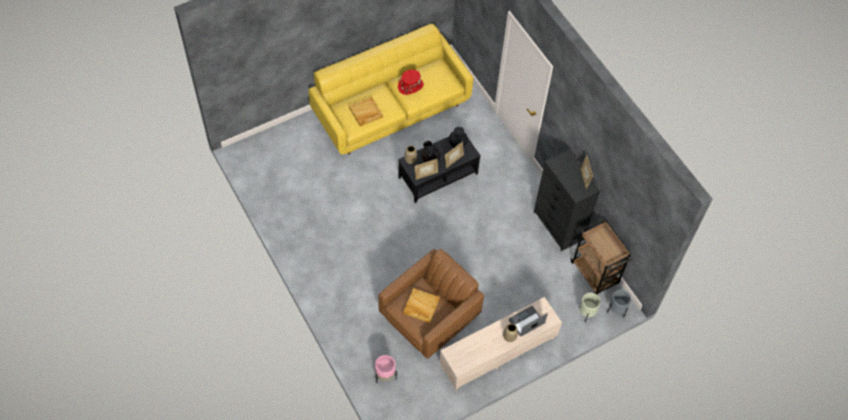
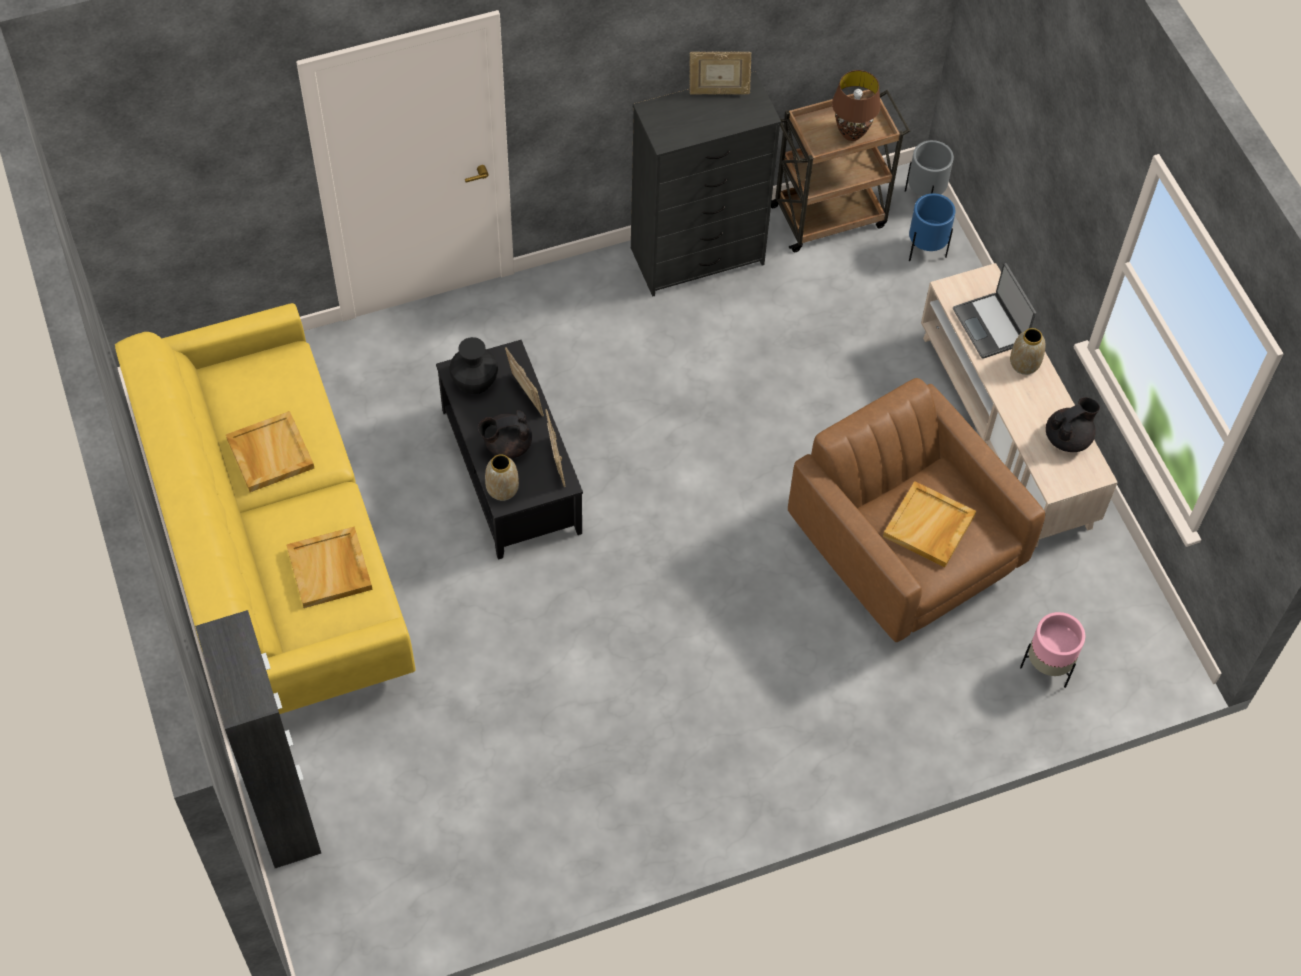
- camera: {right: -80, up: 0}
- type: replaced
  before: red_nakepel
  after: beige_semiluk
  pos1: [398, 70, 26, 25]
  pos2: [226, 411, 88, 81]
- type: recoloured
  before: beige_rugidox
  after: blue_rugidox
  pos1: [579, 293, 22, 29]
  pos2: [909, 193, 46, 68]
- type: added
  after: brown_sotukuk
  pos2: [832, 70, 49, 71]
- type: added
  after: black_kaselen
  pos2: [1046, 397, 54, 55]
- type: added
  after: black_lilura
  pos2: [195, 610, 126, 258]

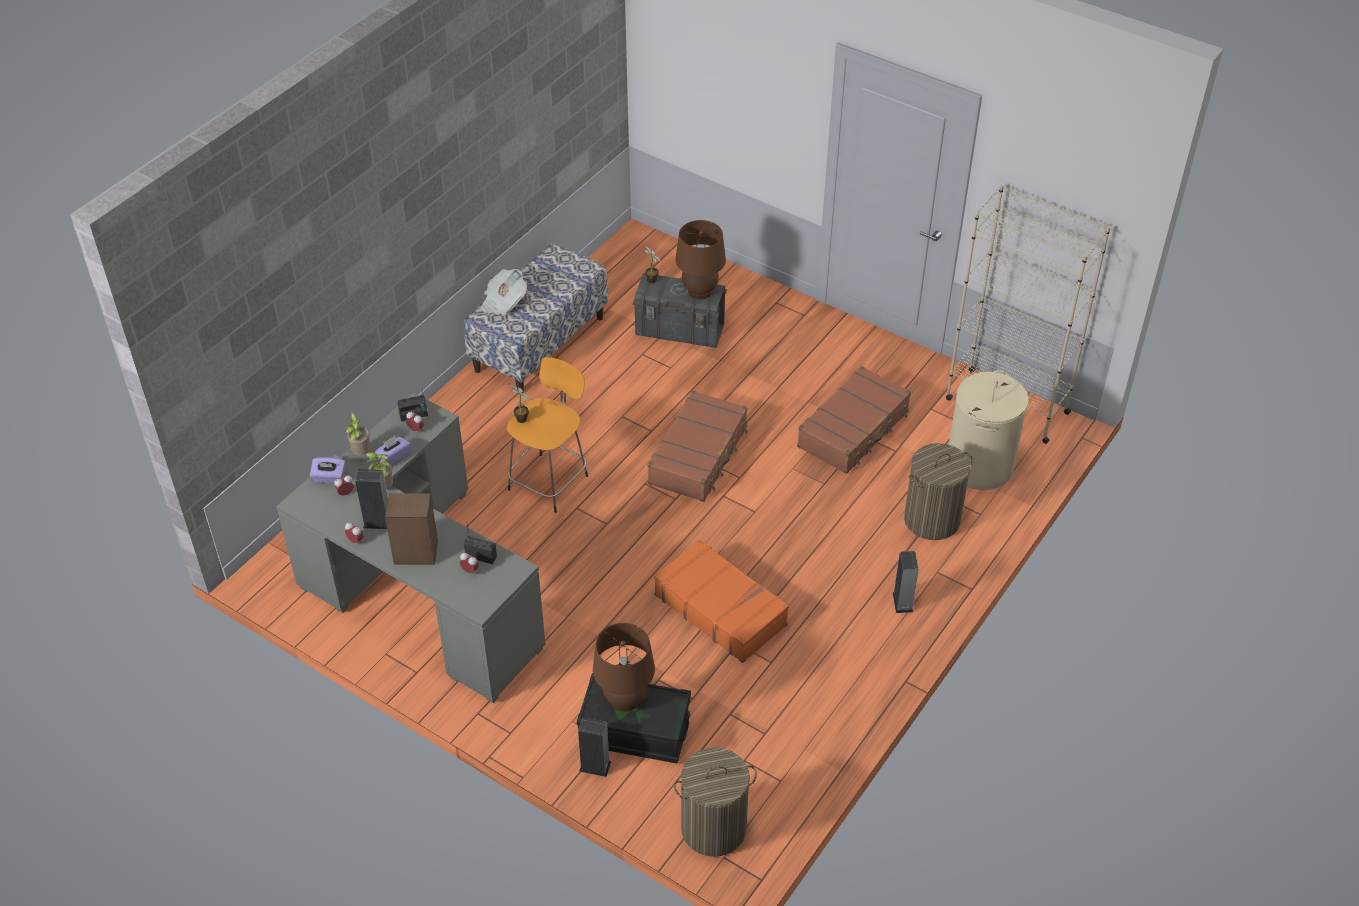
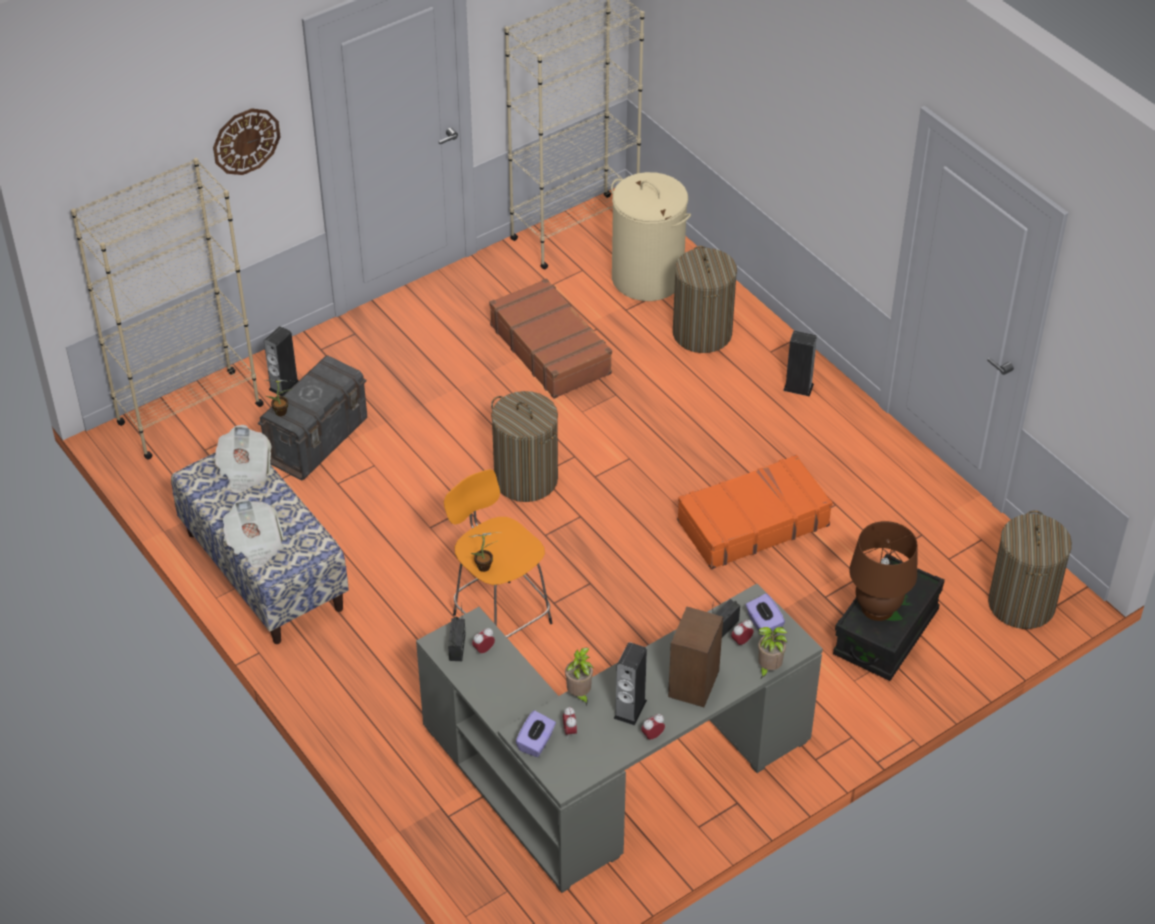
- camera: {right: -70, up: 0}
- type: removed
  before: brown_sotukuk
  pos1: [675, 220, 51, 79]
- type: replaced
  before: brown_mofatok
  after: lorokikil
  pos1: [647, 390, 101, 112]
  pos2: [491, 391, 67, 111]
- type: moved
  before: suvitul
  pos1: [341, 412, 30, 43]
  pos2: [758, 627, 29, 51]
- type: moved
  before: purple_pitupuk
  pos1: [375, 436, 36, 30]
  pos2: [746, 593, 39, 44]
- type: moved
  before: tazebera
  pos1: [578, 717, 33, 60]
  pos2: [264, 326, 35, 70]
- type: added
  after: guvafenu
  pos2: [213, 108, 67, 67]
- type: added
  after: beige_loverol
  pos2: [71, 158, 193, 302]
- type: added
  after: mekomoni
  pos2: [214, 425, 57, 68]

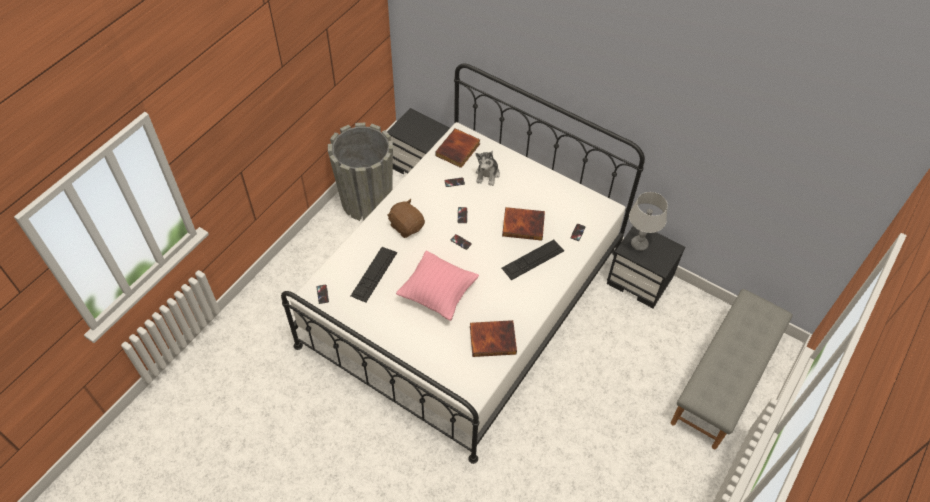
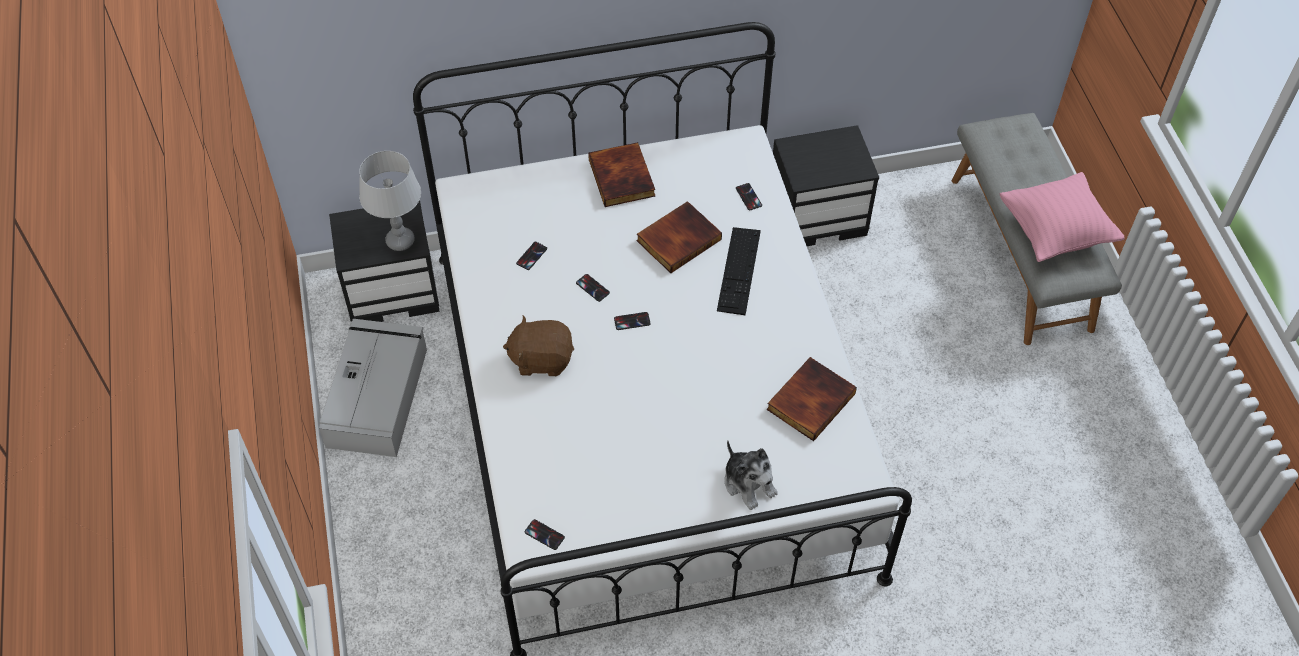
- camera: {right: -45, up: 0}
- type: replaced
  before: grey_rugidox
  after: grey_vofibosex
  pos1: [328, 123, 65, 98]
  pos2: [319, 319, 108, 138]
- type: moved
  before: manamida
  pos1: [435, 128, 45, 40]
  pos2: [588, 142, 67, 65]
- type: moved
  before: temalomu
  pos1: [476, 151, 24, 35]
  pos2: [725, 440, 53, 70]
- type: moved
  before: grey_sotukuk
  pos1: [629, 192, 39, 59]
  pos2: [359, 151, 62, 100]
- type: removed
  before: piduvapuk
  pos1: [351, 247, 46, 56]
- type: moved
  before: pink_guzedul
  pos1: [396, 250, 83, 71]
  pos2: [1000, 172, 124, 90]

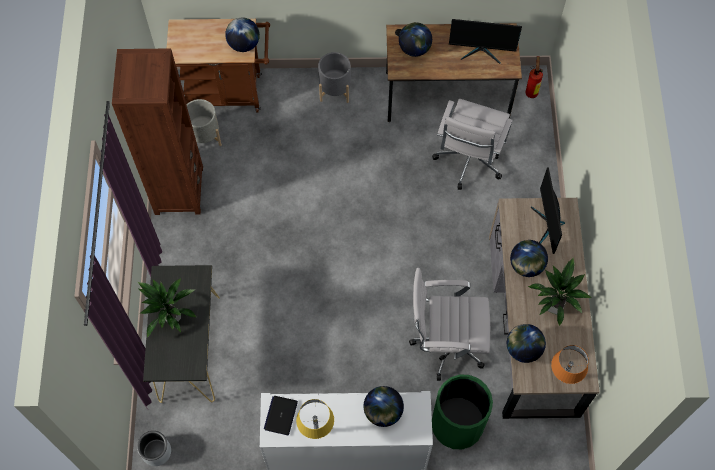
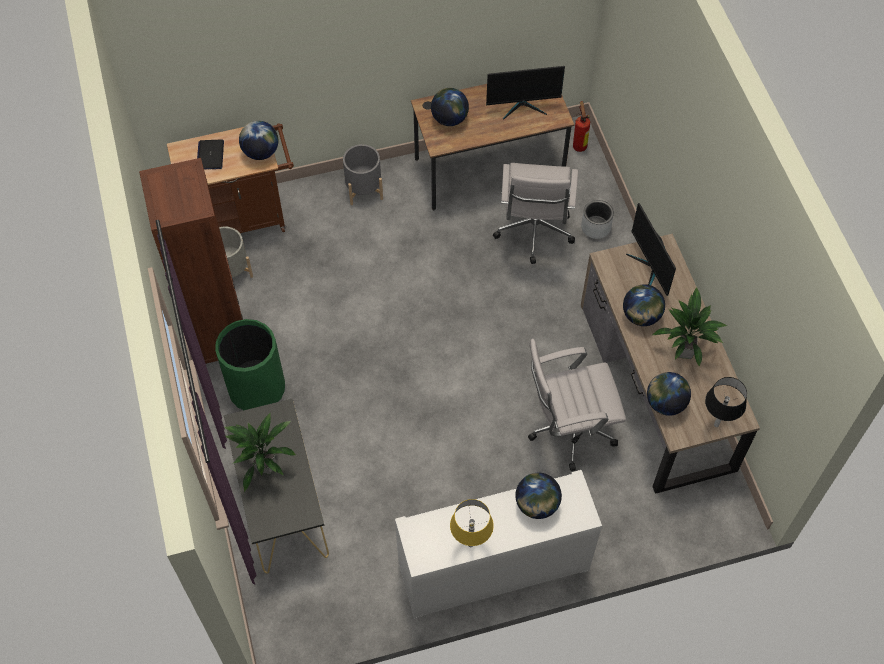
- camera: {right: -15, up: -5}
- type: recoloured
  before: orange_sotukuk
  after: black_sotukuk
  pos1: [551, 345, 38, 39]
  pos2: [705, 377, 42, 50]
- type: moved
  before: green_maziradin
  pos1: [432, 375, 61, 74]
  pos2: [215, 319, 70, 91]
- type: moved
  before: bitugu
  pos1: [264, 396, 34, 39]
  pos2: [197, 139, 27, 30]
- type: moved
  before: grey_rugidox
  pos1: [137, 431, 34, 35]
  pos2: [581, 200, 33, 39]

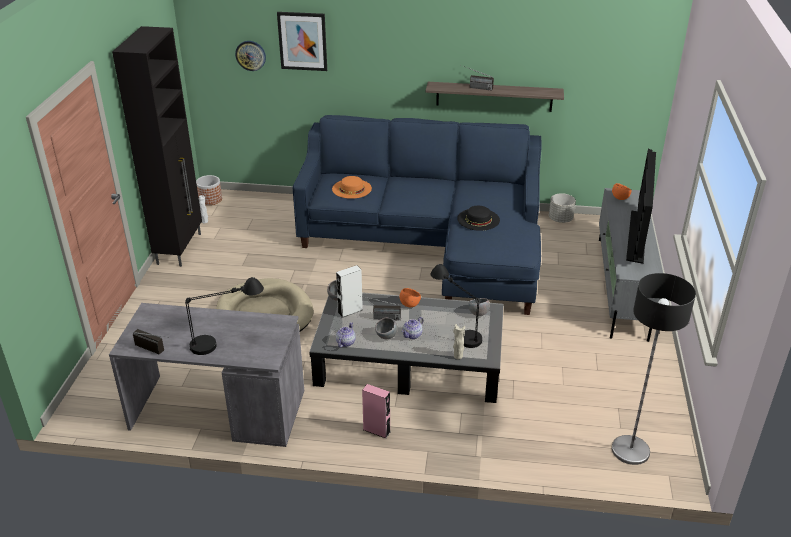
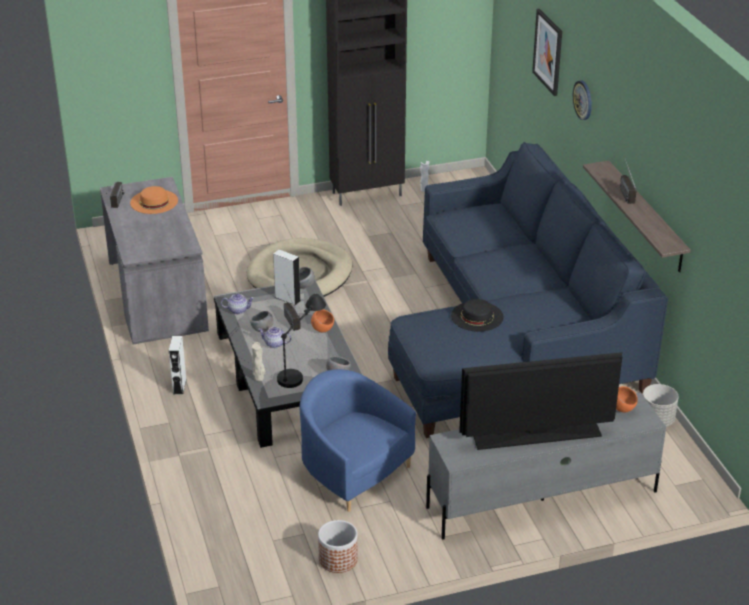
- camera: {right: 65, up: 0}
- type: moved
  before: guvafenu
  pos1: [235, 41, 31, 30]
  pos2: [573, 81, 19, 39]
- type: moved
  before: rugidox
  pos1: [196, 175, 26, 30]
  pos2: [318, 520, 40, 53]
- type: moved
  before: orange_nakepel
  pos1: [332, 176, 40, 23]
  pos2: [130, 186, 48, 28]
- type: removed
  before: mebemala
  pos1: [612, 273, 84, 192]
- type: removed
  before: black_sotukuk
  pos1: [185, 277, 79, 78]
- type: recoloured
  before: pink_tazebera
  after: white_tazebera
  pos1: [362, 384, 28, 54]
  pos2: [169, 336, 17, 59]
- type: added
  after: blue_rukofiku
  pos2: [300, 369, 116, 143]

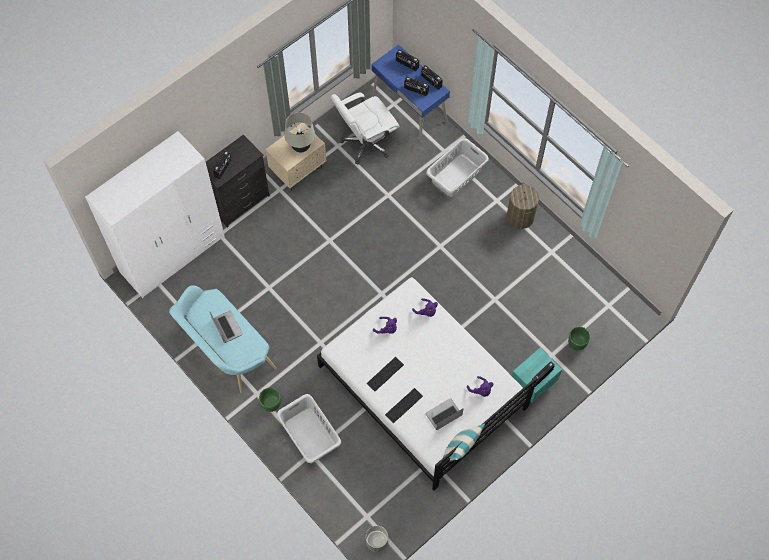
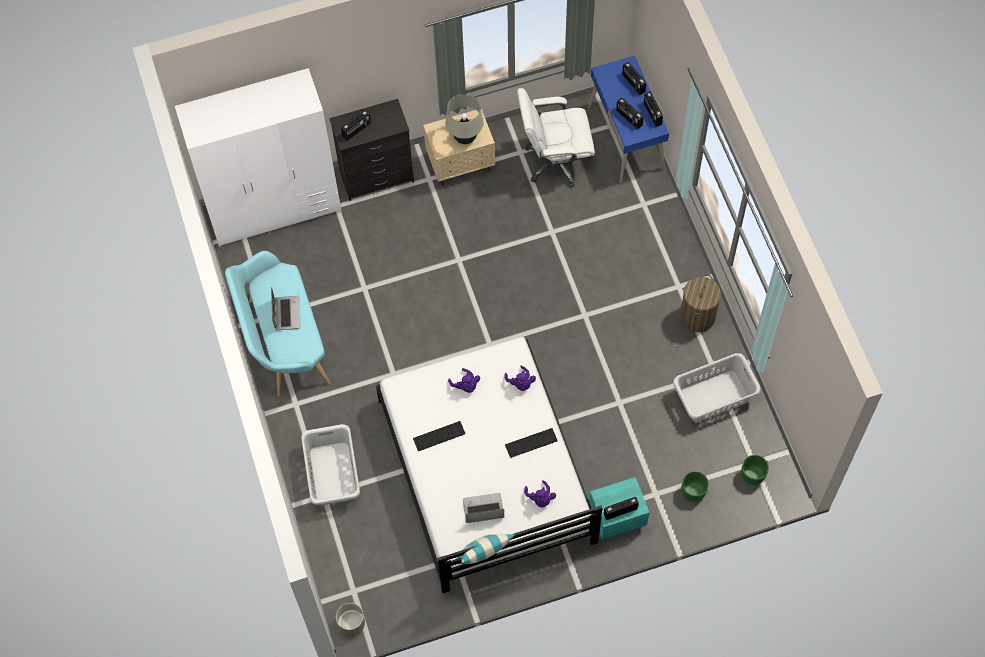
- camera: {right: 25, up: 0}
- type: moved
  before: grey_lorokikil
  pos1: [426, 138, 63, 59]
  pos2: [673, 353, 88, 69]
- type: moved
  before: green_rugidox
  pos1: [259, 388, 22, 24]
  pos2: [741, 455, 28, 30]
- type: moved
  before: piduvapuk
  pos1: [385, 388, 38, 35]
  pos2: [505, 428, 53, 30]

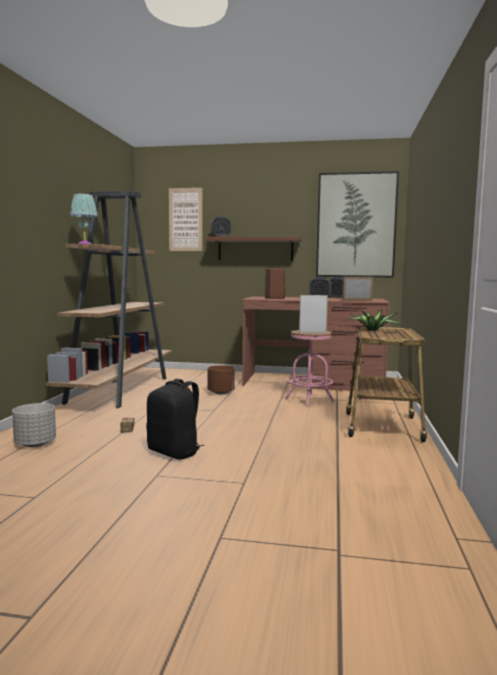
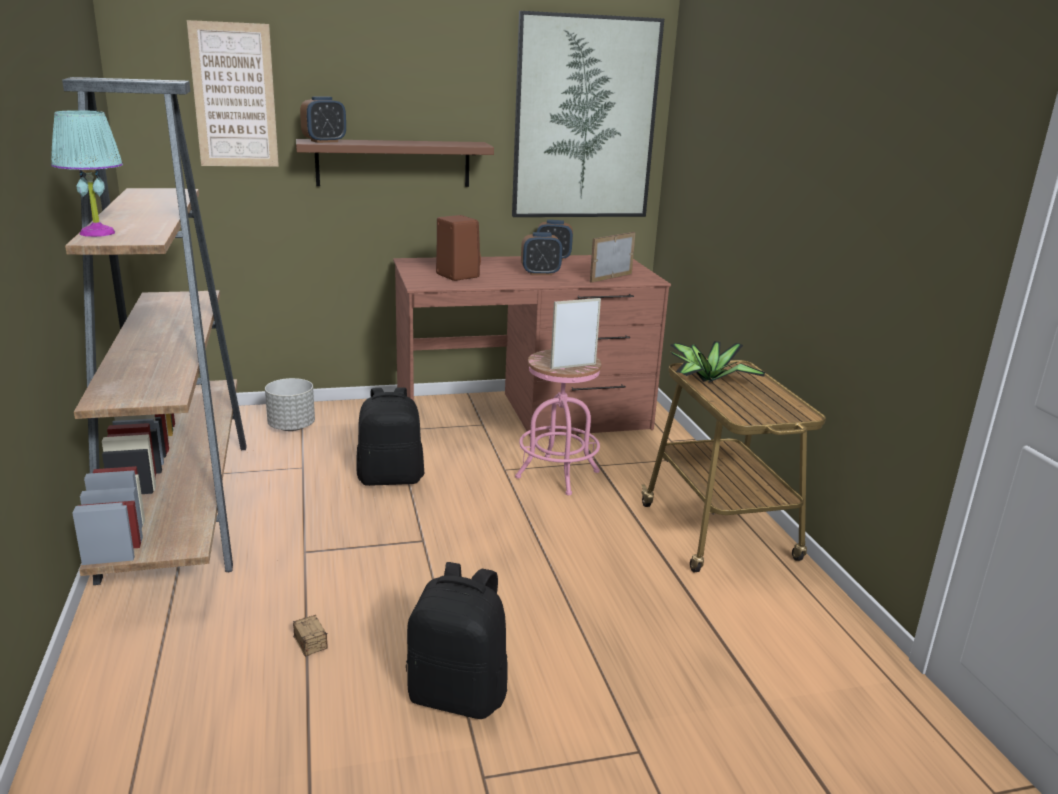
- camera: {right: -25, up: 15}
- type: replaced
  before: brown_rugidox
  after: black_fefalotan
  pos1: [208, 365, 27, 29]
  pos2: [356, 387, 68, 99]
- type: moved
  before: grey_rugidox
  pos1: [12, 403, 44, 44]
  pos2: [265, 378, 50, 53]

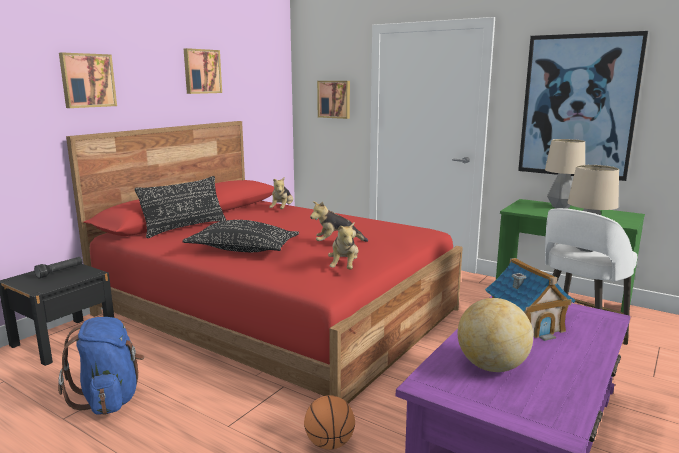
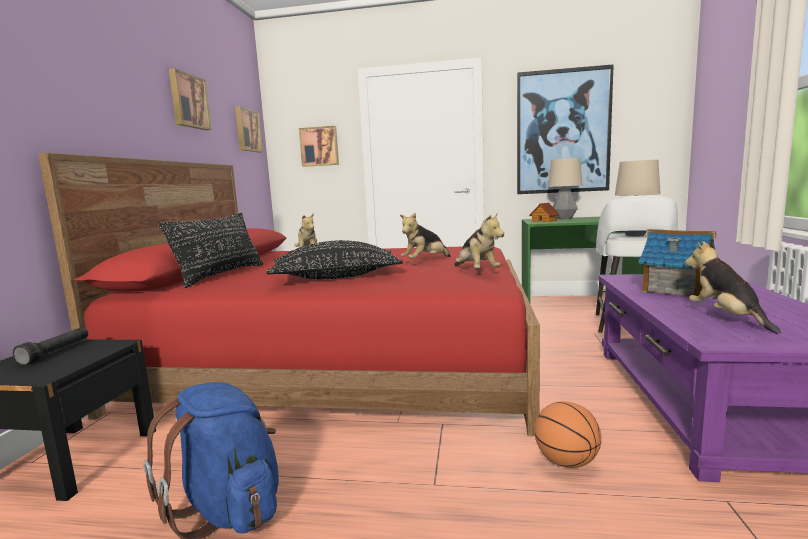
- camera: {right: -25, up: -5}
- type: moved
  before: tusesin
  pos1: [59, 53, 58, 55]
  pos2: [235, 106, 28, 47]
- type: replaced
  before: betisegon
  after: temalomu
  pos1: [458, 298, 75, 74]
  pos2: [685, 241, 96, 93]
- type: added
  after: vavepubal
  pos2: [529, 203, 30, 19]

